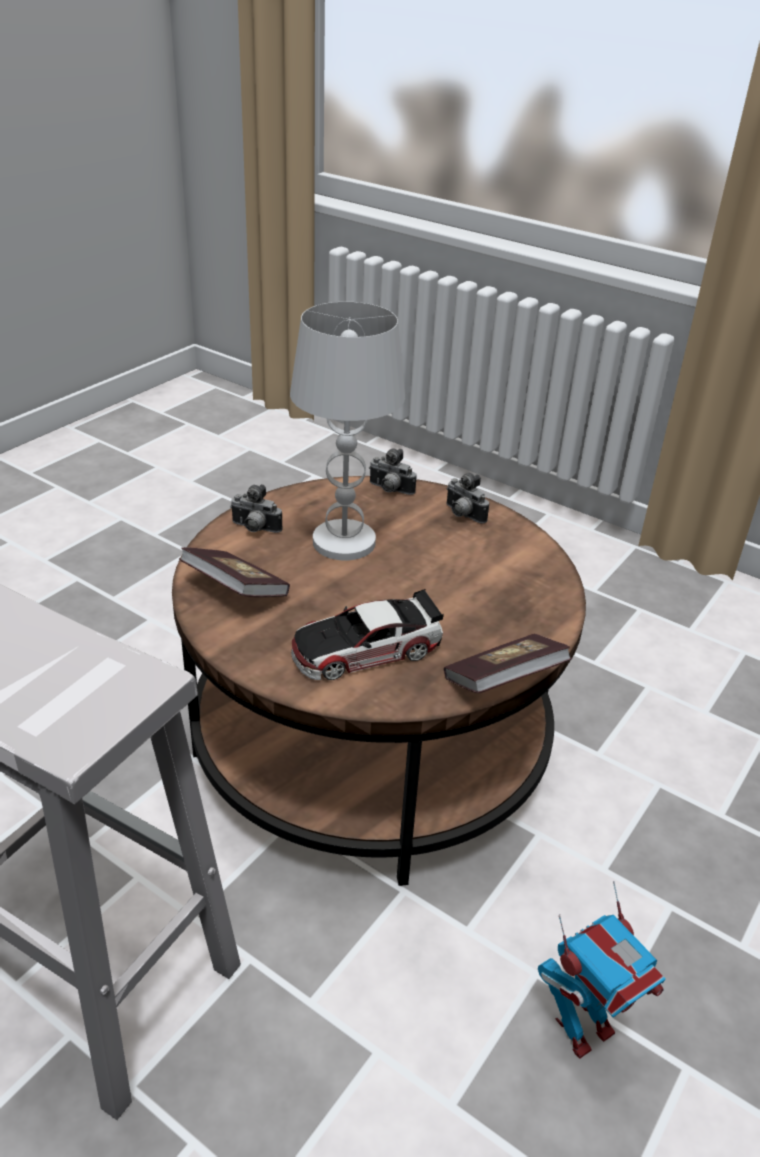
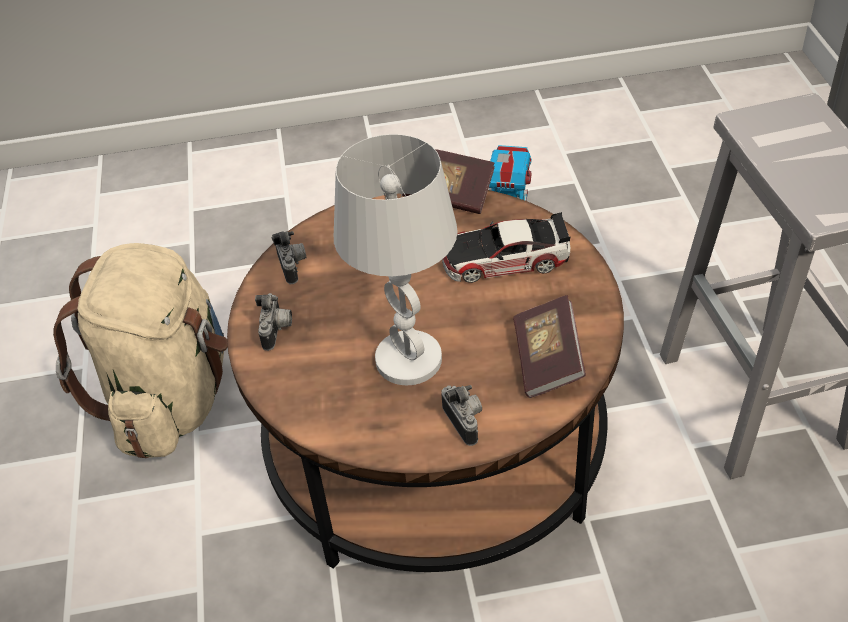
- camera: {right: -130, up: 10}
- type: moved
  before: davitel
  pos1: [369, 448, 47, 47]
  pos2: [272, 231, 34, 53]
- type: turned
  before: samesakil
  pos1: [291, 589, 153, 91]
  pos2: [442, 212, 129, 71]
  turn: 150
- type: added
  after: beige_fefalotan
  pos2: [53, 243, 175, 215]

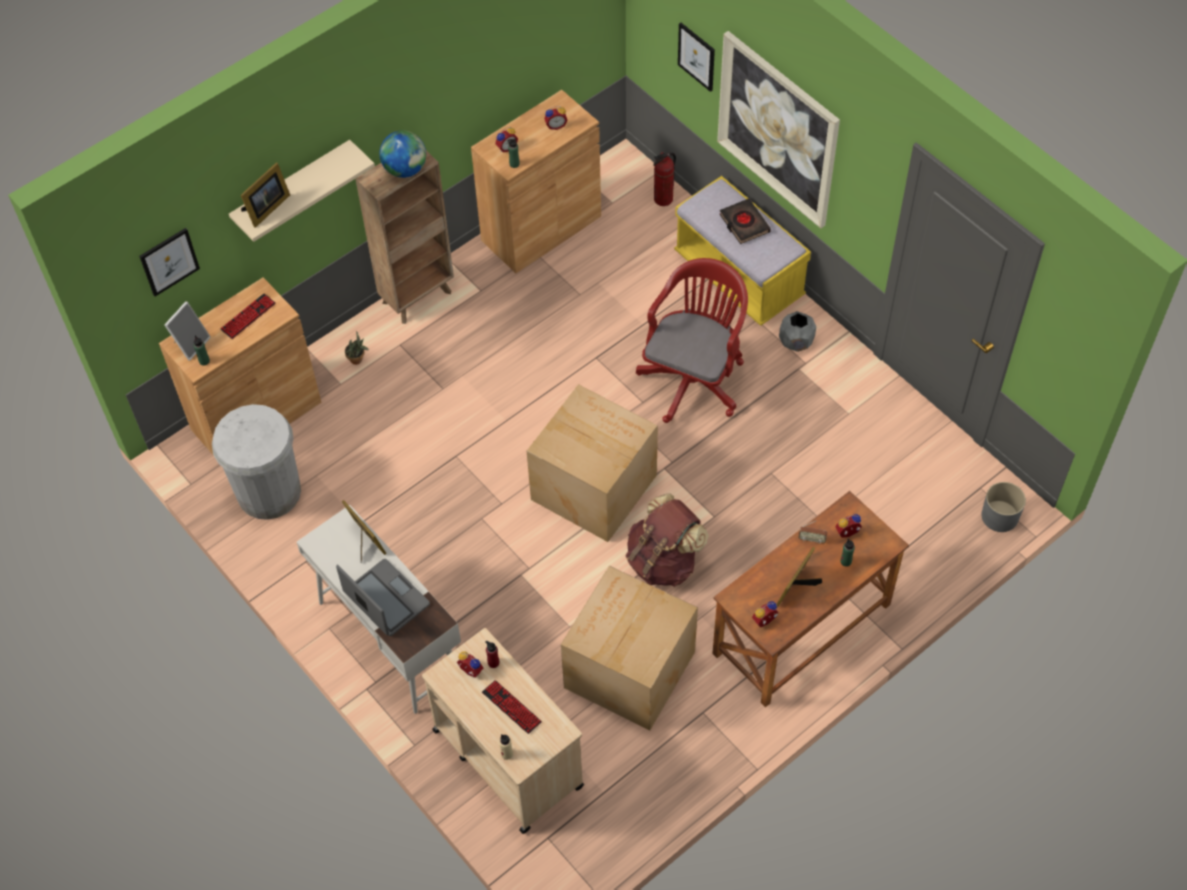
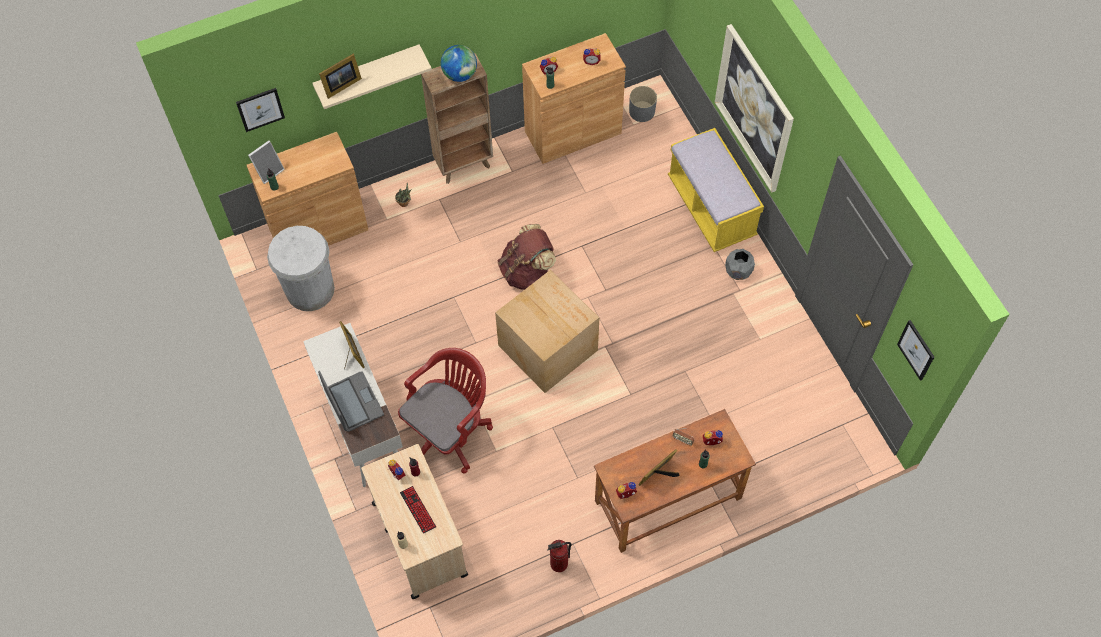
- camera: {right: 15, up: 5}
- type: moved
  before: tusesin
  pos1: [678, 23, 37, 69]
  pos2: [897, 320, 37, 61]
- type: moved
  before: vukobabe
  pos1: [653, 152, 23, 54]
  pos2: [547, 540, 25, 32]
- type: removed
  before: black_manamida
  pos1: [719, 198, 52, 46]
- type: moved
  before: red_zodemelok
  pos1: [636, 258, 112, 165]
  pos2: [398, 348, 95, 126]
- type: removed
  before: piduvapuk
  pos1: [220, 294, 56, 45]
- type: moved
  before: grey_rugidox
  pos1: [981, 482, 45, 50]
  pos2: [629, 86, 28, 36]
- type: moved
  before: brown_fefalotan
  pos1: [626, 494, 83, 93]
  pos2: [498, 224, 58, 66]
- type: removed
  before: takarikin
  pos1: [561, 566, 137, 164]

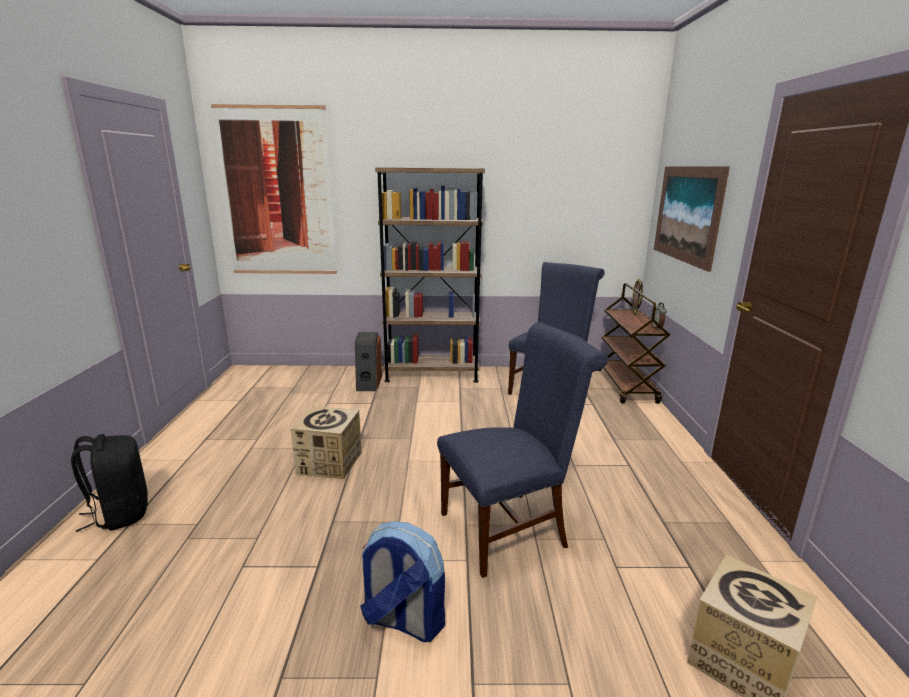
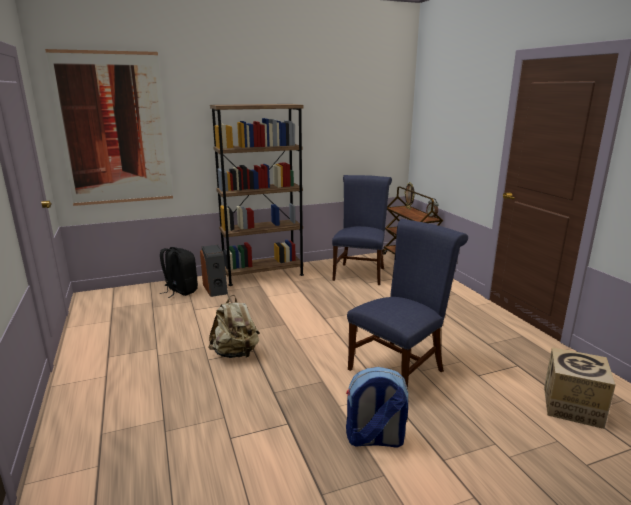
- camera: {right: -20, up: 0}
- type: removed
  before: tusesin
  pos1: [654, 167, 76, 105]
- type: replaced
  before: takarikin
  after: beige_fefalotan
  pos1: [291, 406, 71, 73]
  pos2: [208, 295, 52, 63]
- type: moved
  before: black_fefalotan
  pos1: [71, 434, 77, 98]
  pos2: [159, 247, 39, 51]

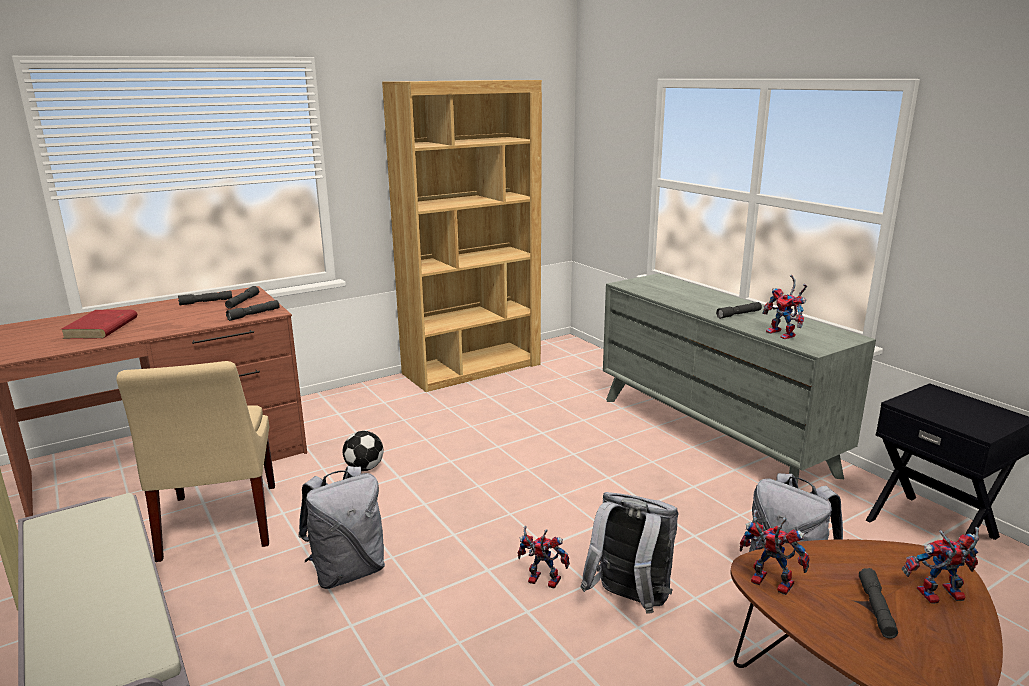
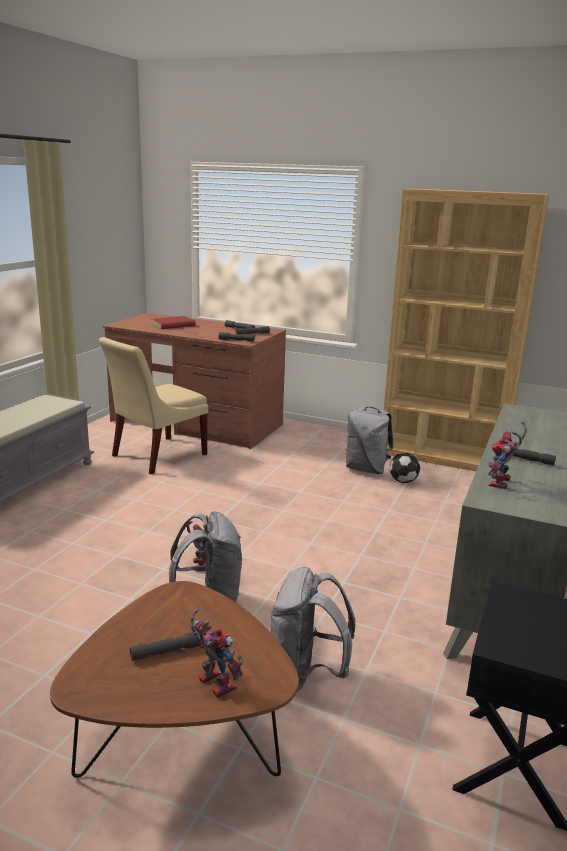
- camera: {right: 55, up: 0}
- type: moved
  before: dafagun
  pos1: [343, 431, 41, 40]
  pos2: [389, 453, 31, 30]
- type: moved
  before: grey_fefalotan
  pos1: [298, 466, 87, 123]
  pos2: [346, 407, 48, 67]
- type: removed
  before: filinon
  pos1: [739, 510, 71, 85]

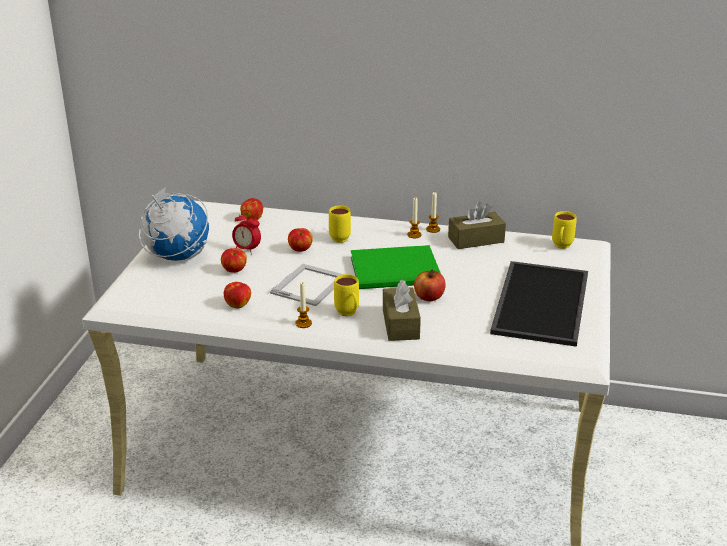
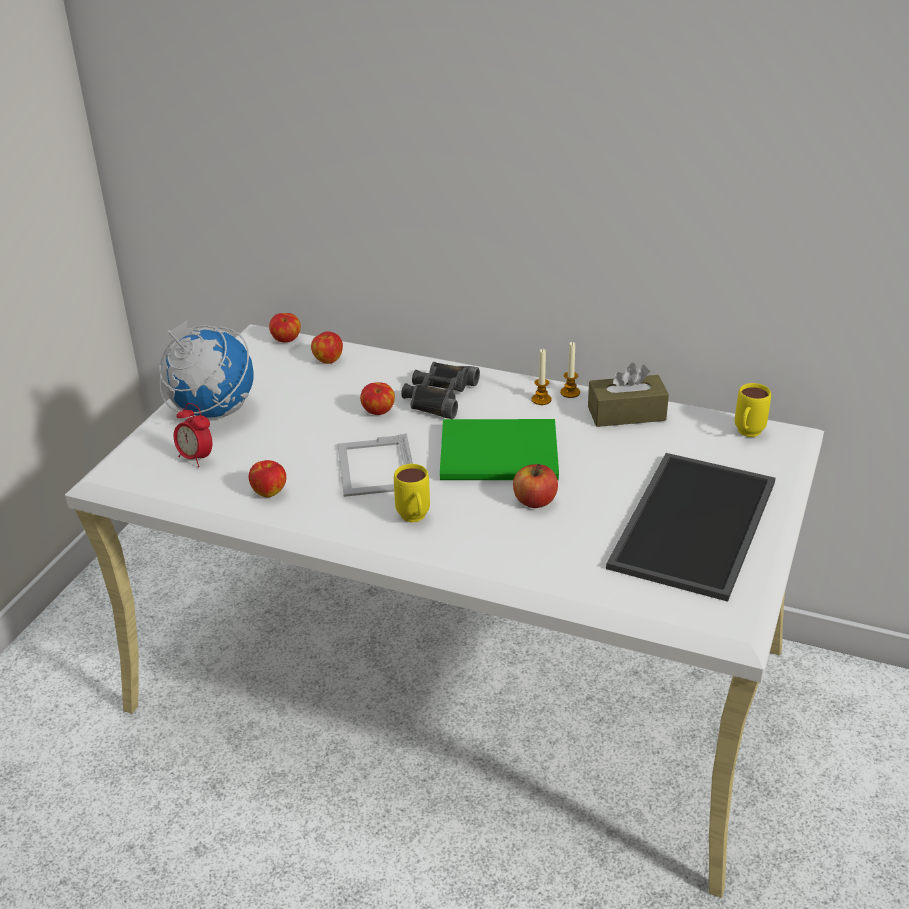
- camera: {right: 10, up: 5}
- type: replaced
  before: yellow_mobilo
  after: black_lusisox
  pos1: [329, 206, 22, 37]
  pos2: [401, 362, 79, 57]
- type: moved
  before: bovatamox
  pos1: [232, 210, 29, 45]
  pos2: [174, 403, 38, 64]
- type: moved
  before: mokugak
  pos1: [221, 248, 26, 25]
  pos2: [269, 313, 32, 30]
- type: turned
  before: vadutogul
  pos1: [270, 264, 73, 42]
  pos2: [337, 434, 76, 63]
  turn: 135
- type: removed
  before: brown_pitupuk
  pos1: [383, 279, 38, 62]
- type: removed
  before: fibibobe
  pos1: [295, 282, 17, 46]

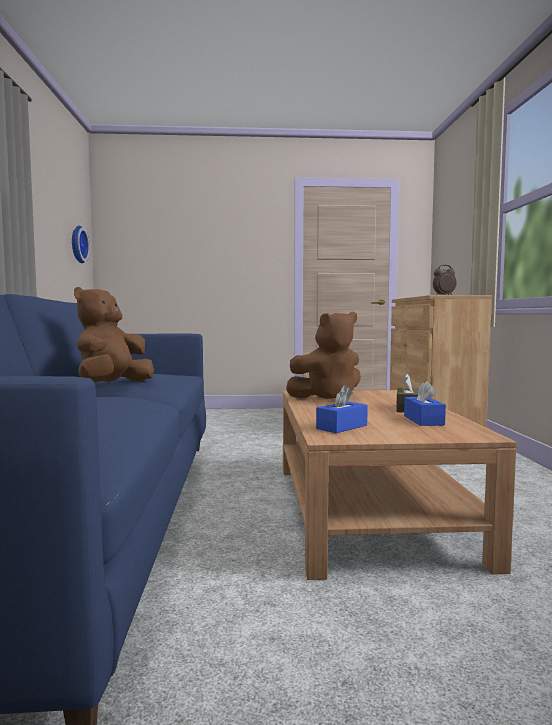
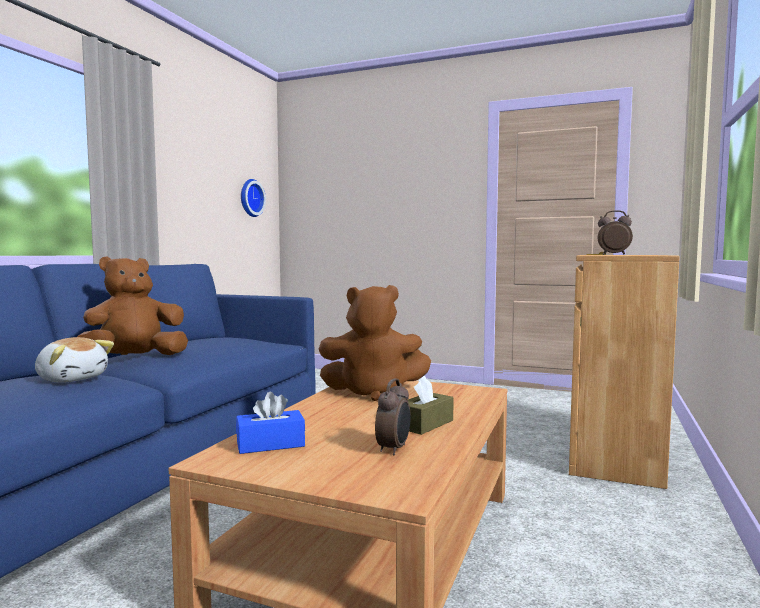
- camera: {right: 25, up: 0}
- type: replaced
  before: blue_pitupuk
  after: bovatamox
  pos1: [404, 381, 42, 45]
  pos2: [375, 378, 36, 77]
- type: added
  after: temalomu
  pos2: [35, 337, 79, 46]

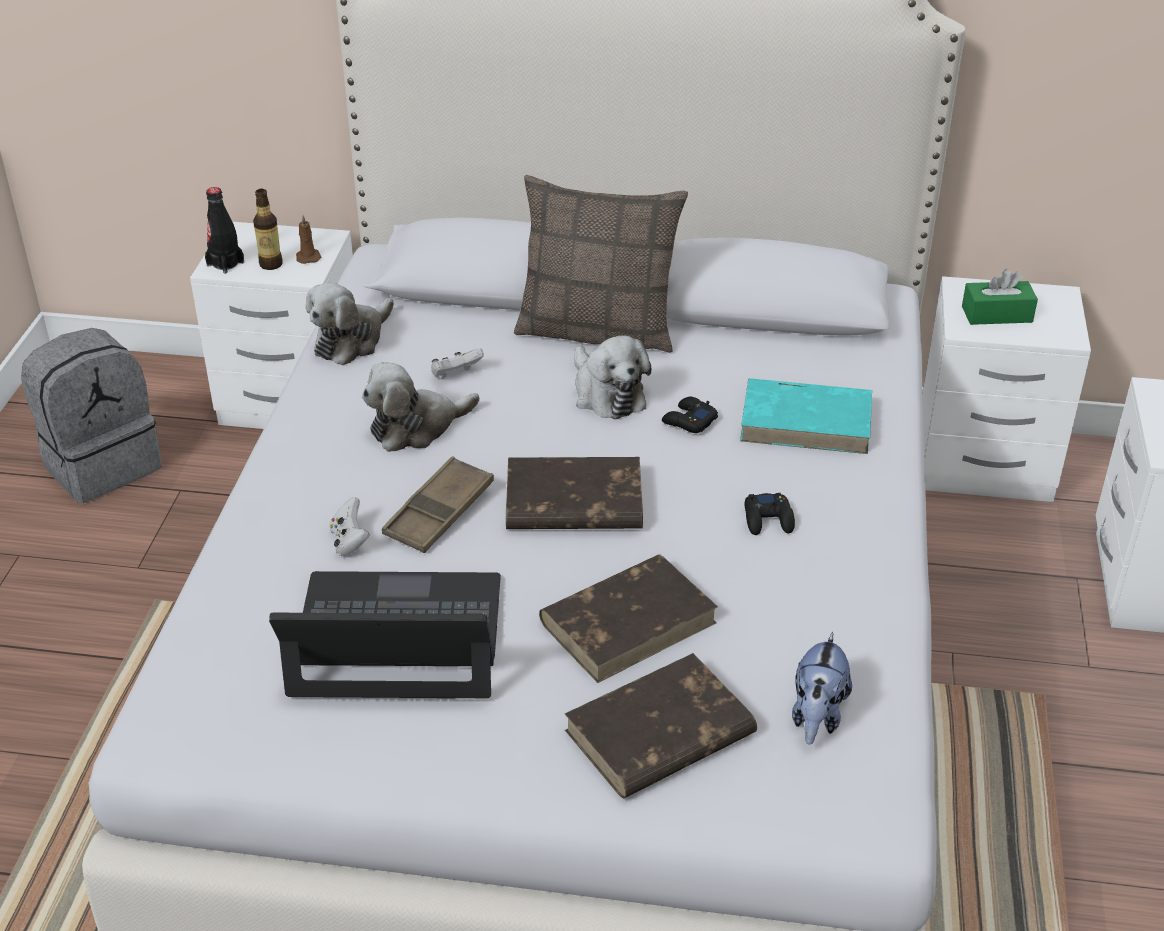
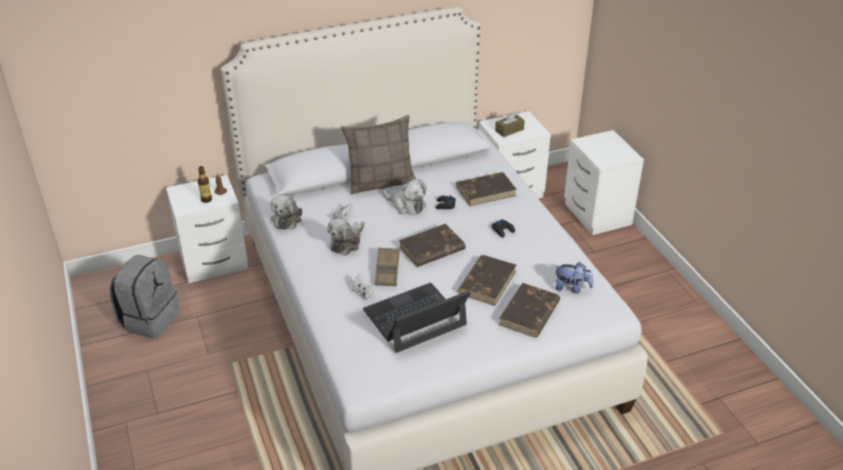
- camera: {right: -30, up: 0}
- type: removed
  before: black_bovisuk
  pos1: [205, 187, 39, 87]
- type: recoloured
  before: green_pitupuk
  after: brown_pitupuk
  pos1: [962, 269, 76, 56]
  pos2: [495, 111, 30, 26]
- type: recoloured
  before: turquoise_manamida
  after: brown_manamida
  pos1: [740, 378, 132, 76]
  pos2: [456, 172, 61, 34]
- type: turned
  before: temalomu
  pos1: [792, 632, 60, 113]
  pos2: [556, 262, 37, 32]
  turn: -60

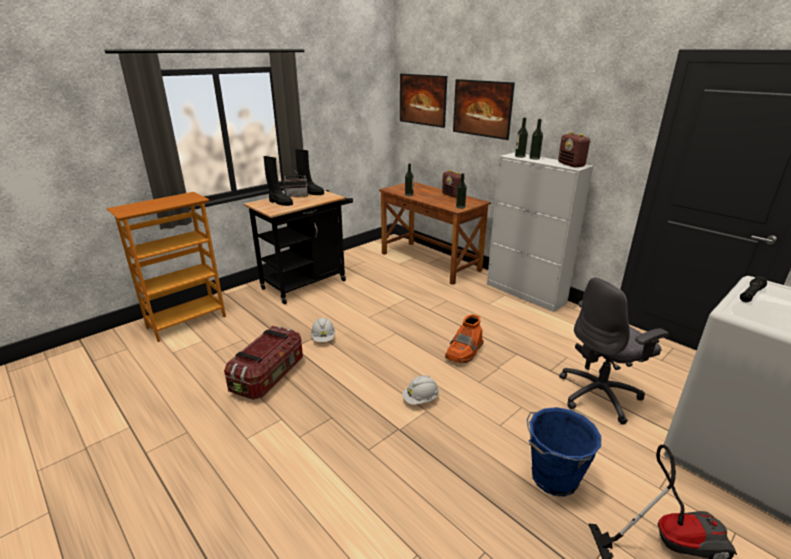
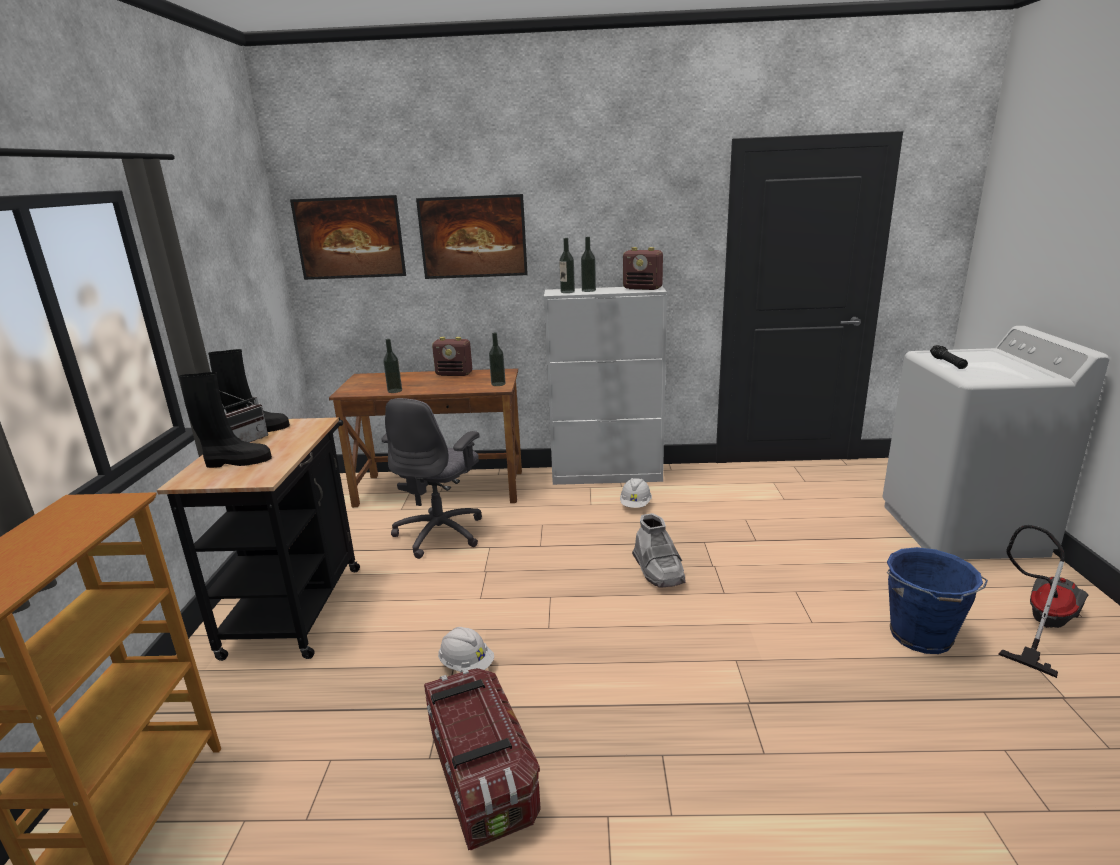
- camera: {right: -45, up: -5}
- type: moved
  before: grey_zodemelok
  pos1: [559, 277, 110, 148]
  pos2: [381, 398, 101, 161]
- type: recoloured
  before: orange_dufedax
  after: grey_dufedax
  pos1: [445, 314, 39, 49]
  pos2: [632, 513, 53, 75]
- type: moved
  before: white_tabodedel
  pos1: [402, 375, 37, 30]
  pos2: [620, 478, 32, 30]

